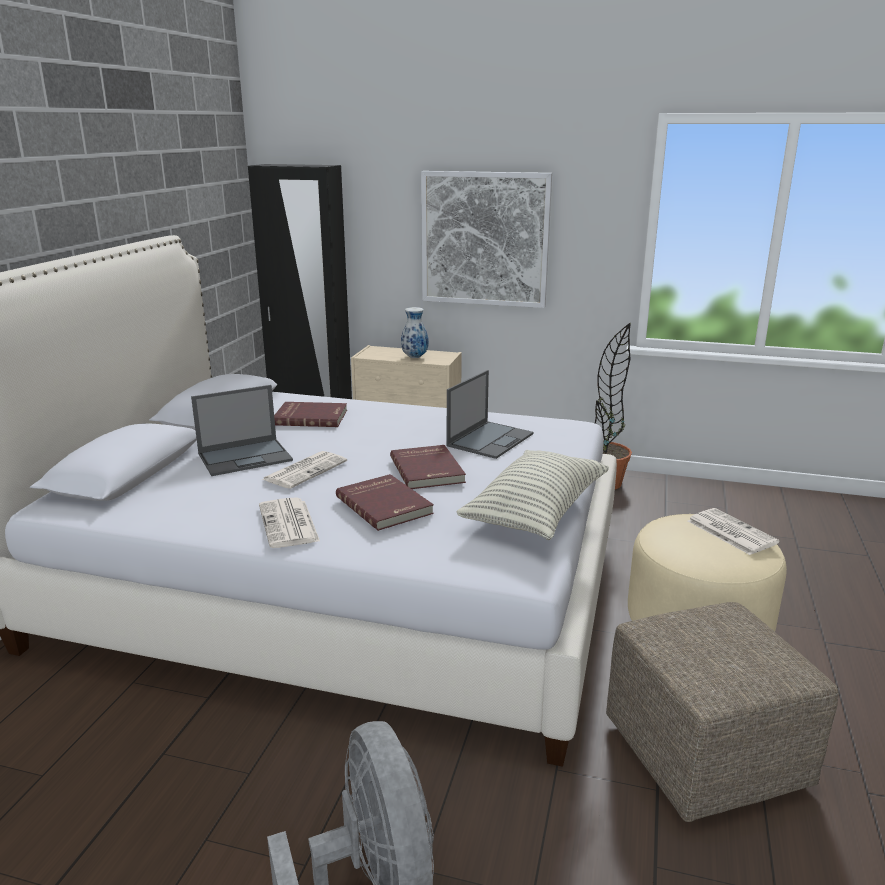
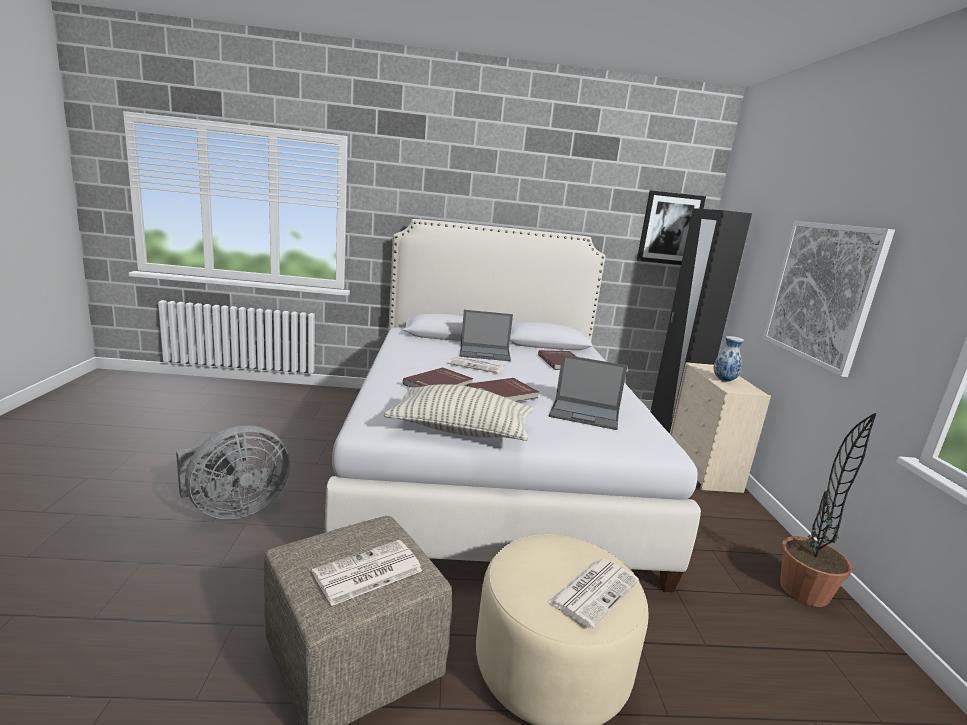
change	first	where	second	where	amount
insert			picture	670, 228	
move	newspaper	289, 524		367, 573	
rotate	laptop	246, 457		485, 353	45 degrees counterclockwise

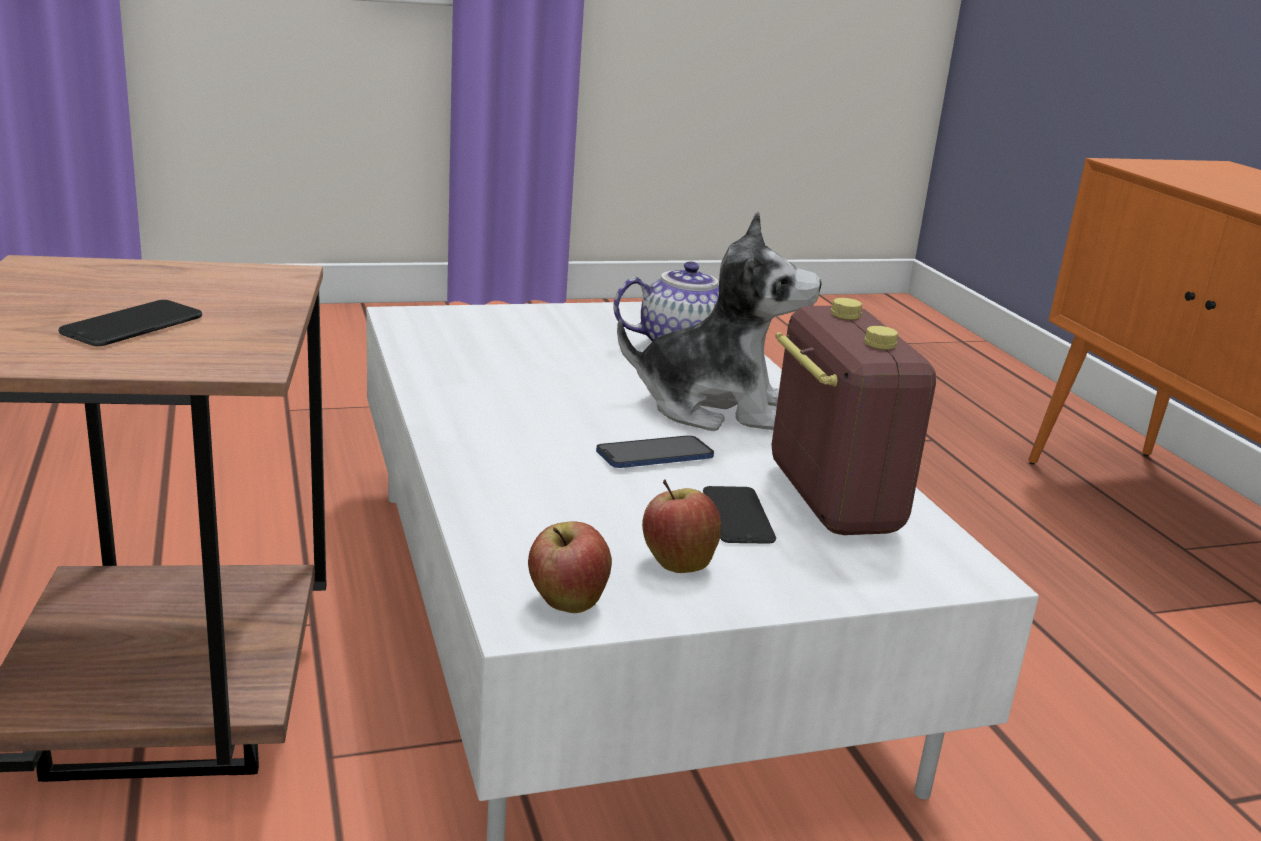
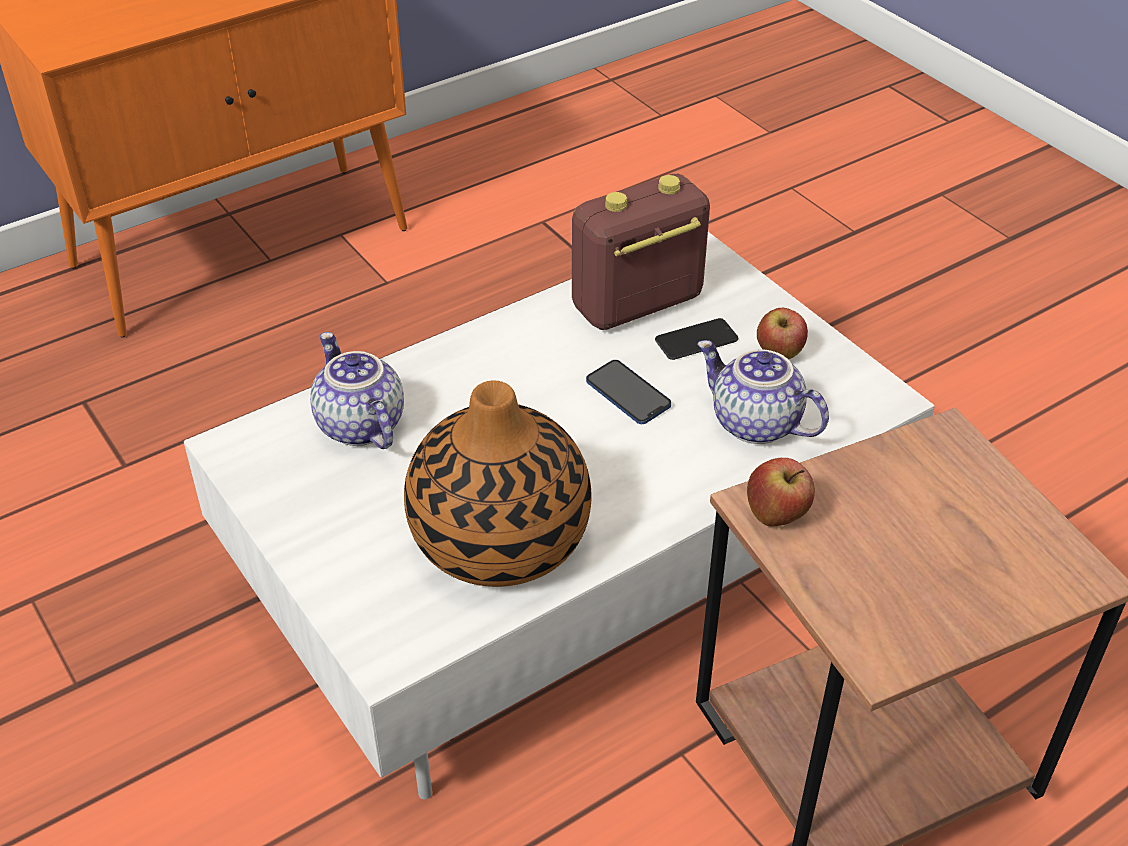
change	first	where	second	where	amount
delete	phone	133, 325			
delete	plush toy	713, 407			
insert			vase	500, 538	
insert			teapot	753, 424	
move	apple	567, 604		777, 516	

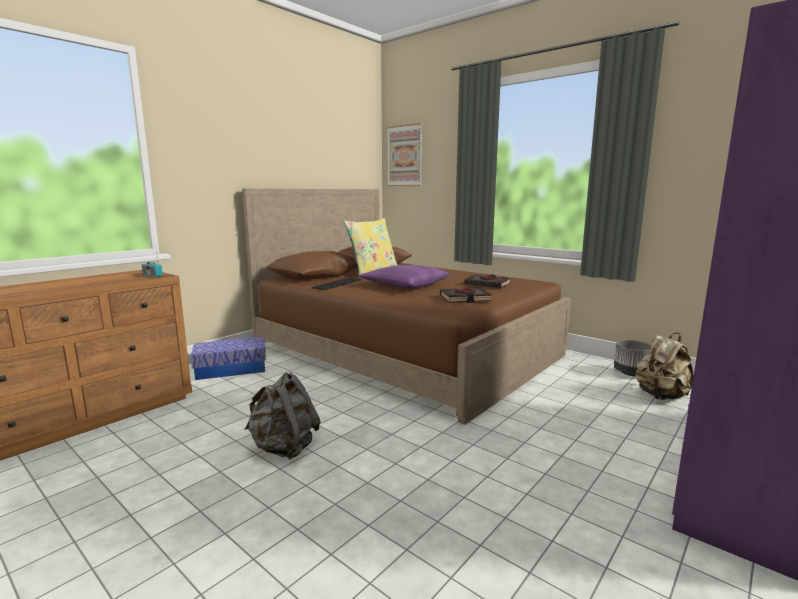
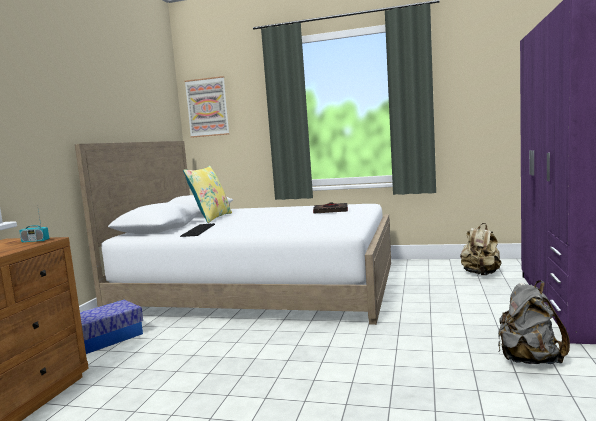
change	first	where	second	where	amount
delete	pillow (purple)	404, 285			
delete	book (black)	465, 299			
delete	planter (grey)	630, 373			
move	backpack (grey)	284, 448		529, 360	
recolor	bed (brown)	406, 350	bed (white)	261, 286	

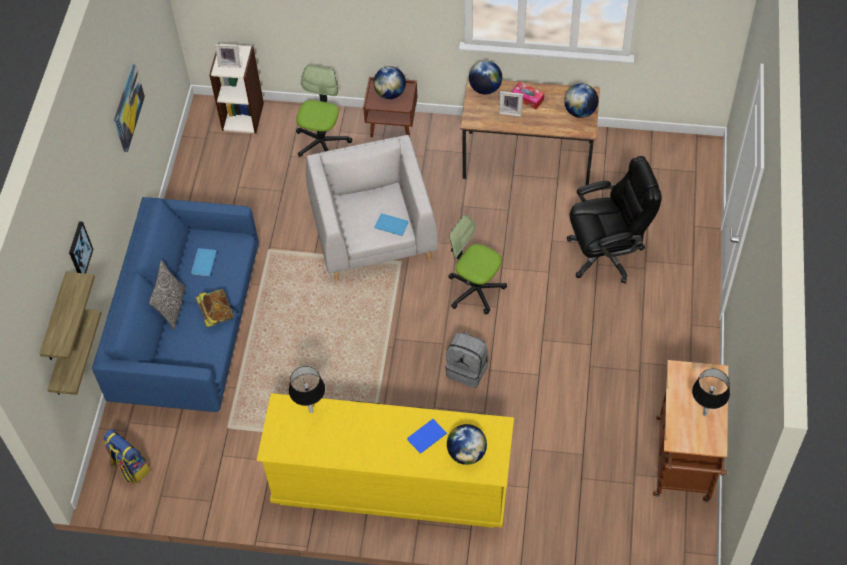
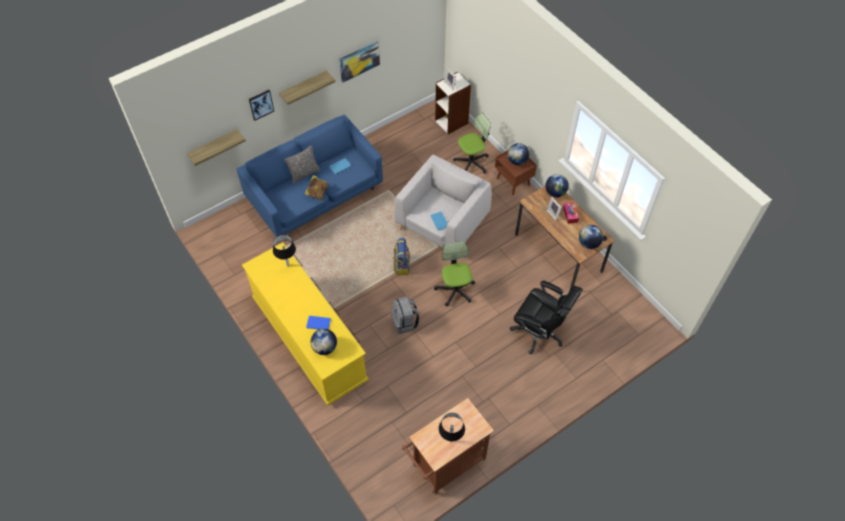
change	first	where	second	where	amount
move	shelf	56, 320		304, 88	
move	backpack	129, 467		401, 265	

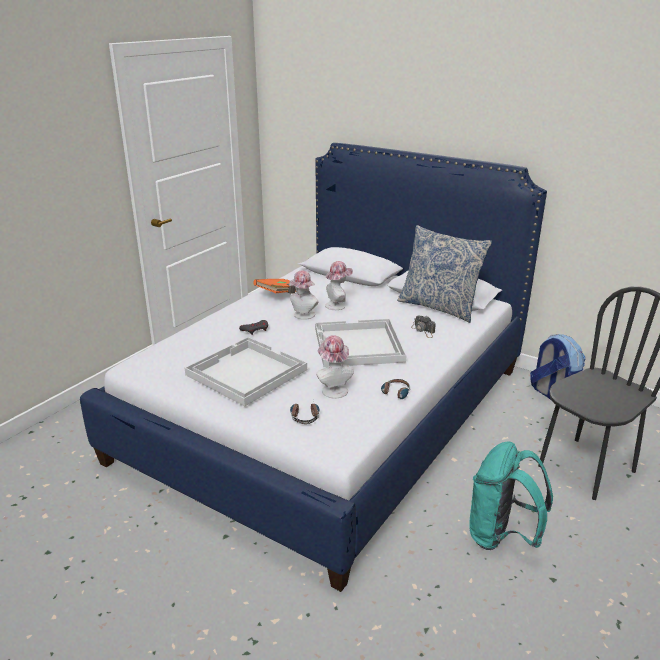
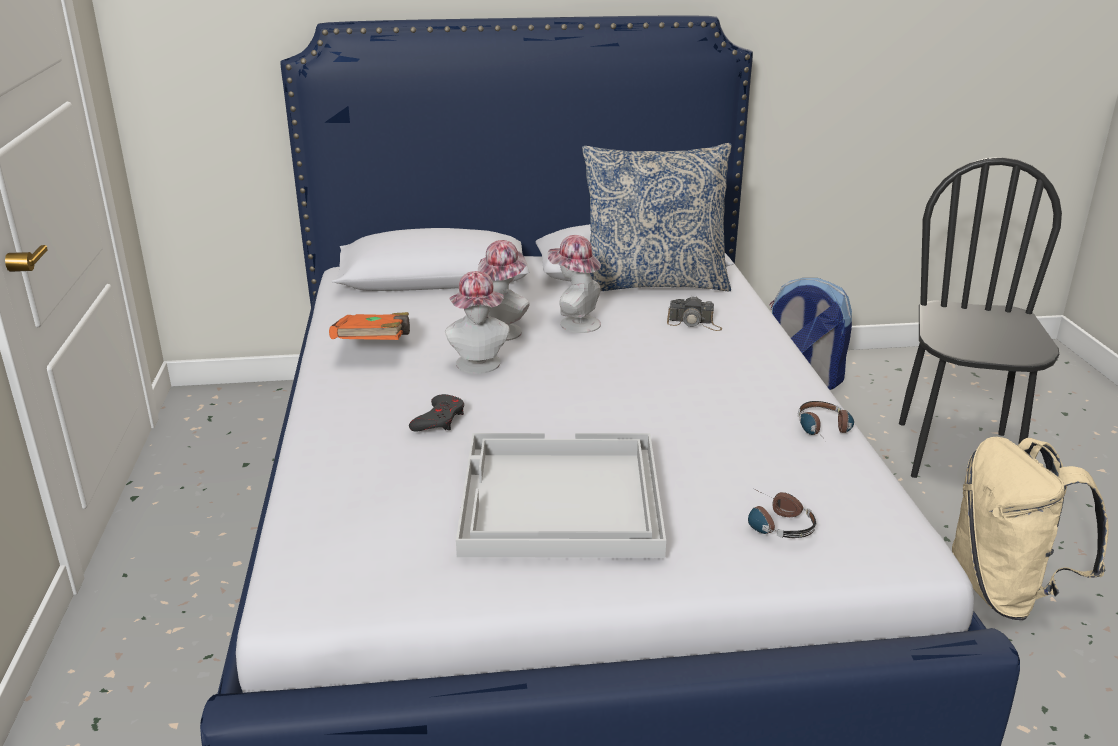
change	first	where	second	where	amount
delete	tray (white)	357, 345			
move	hat	333, 389		575, 323	
recolor	backpack (turquoise)	501, 536	backpack (beige)	1006, 592	

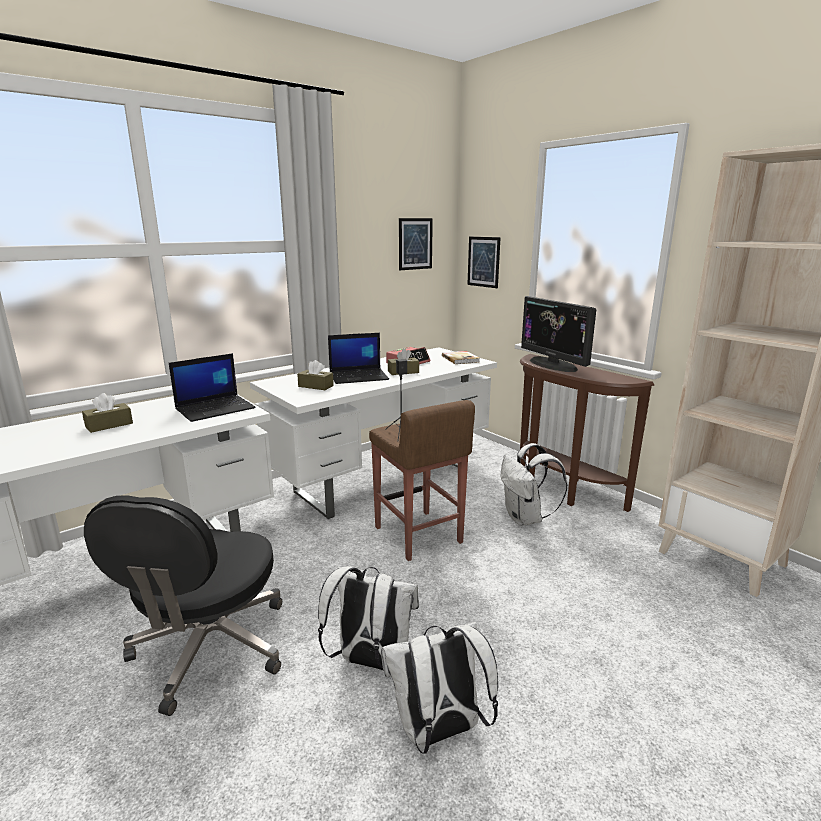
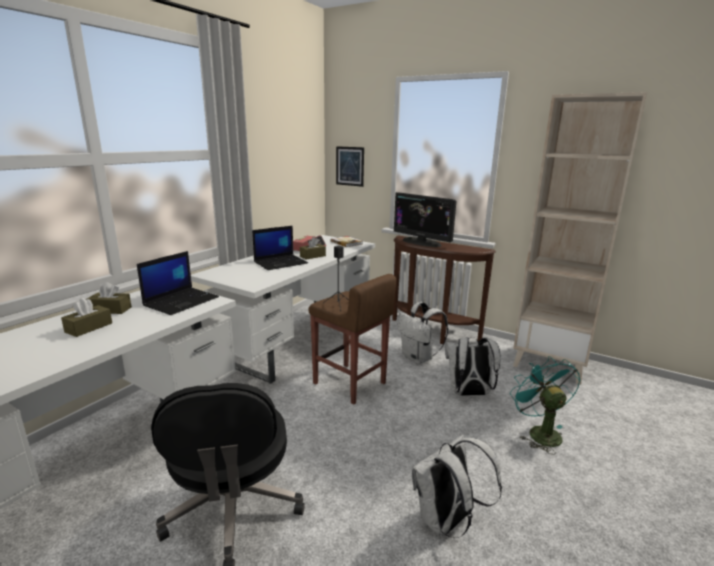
change	first	where	second	where	amount
delete	picture	415, 244			
insert			fan (turquoise)	539, 432	
move	tissue box (brown)	315, 386		110, 310	
move	backpack (white)	370, 661		468, 393	

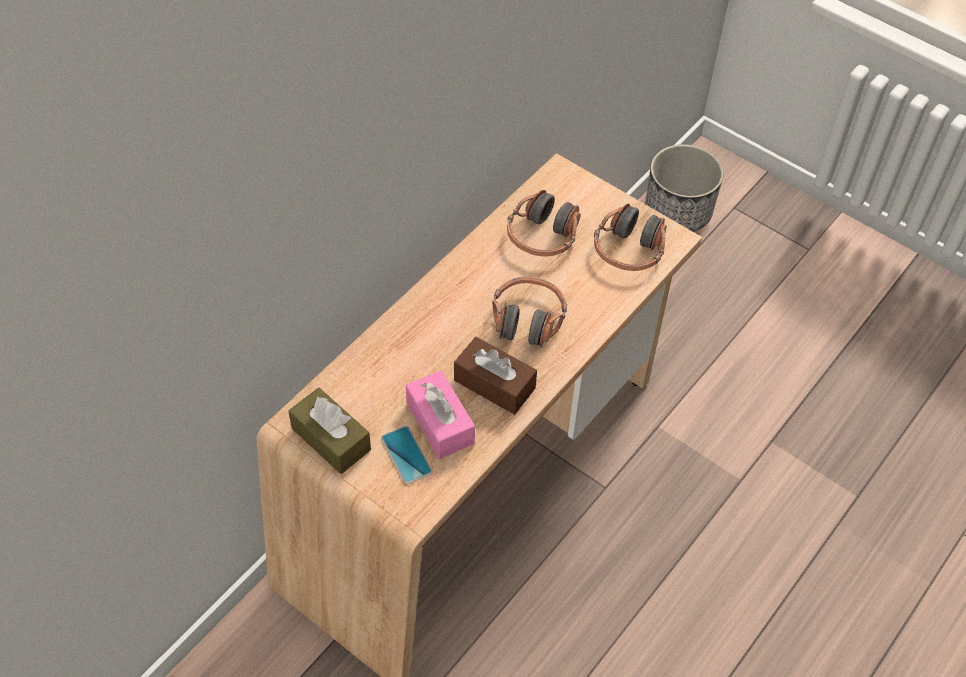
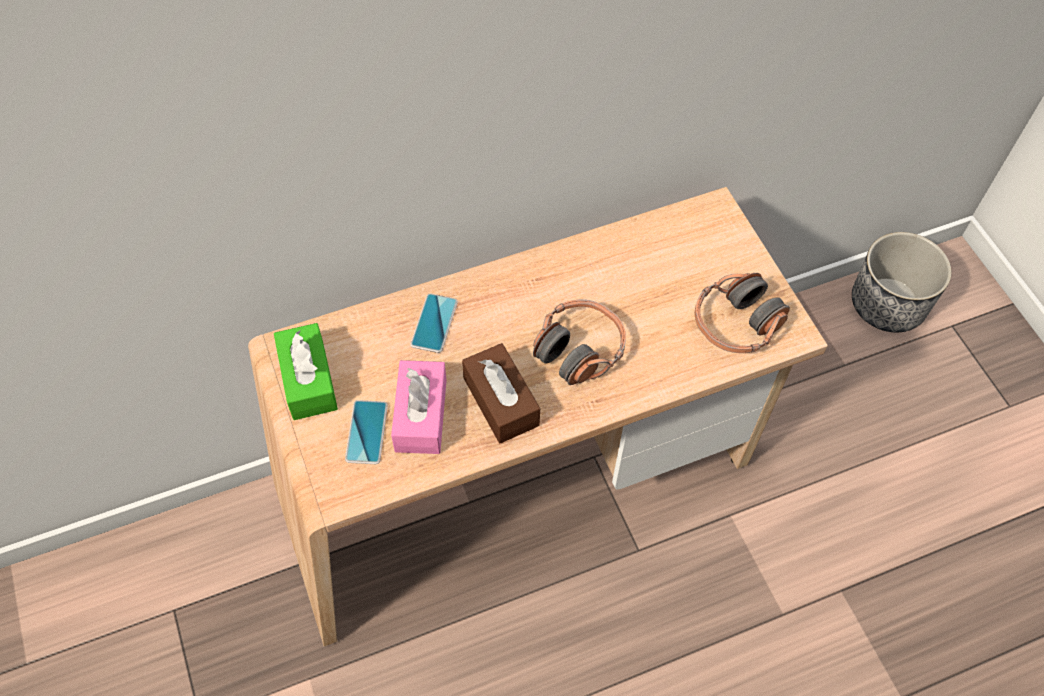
change	first	where	second	where	amount
delete	headphones	543, 236			
insert			phone	434, 323	
recolor	tissue box (brown)	331, 439	tissue box (green)	308, 380	

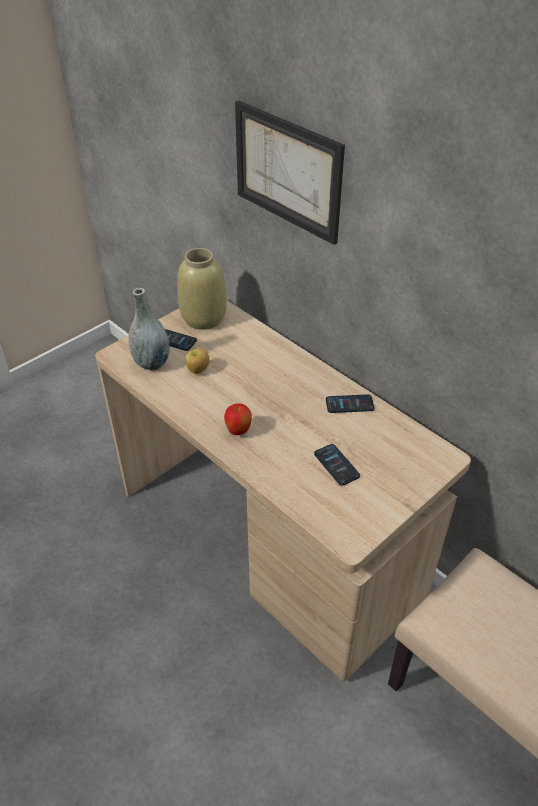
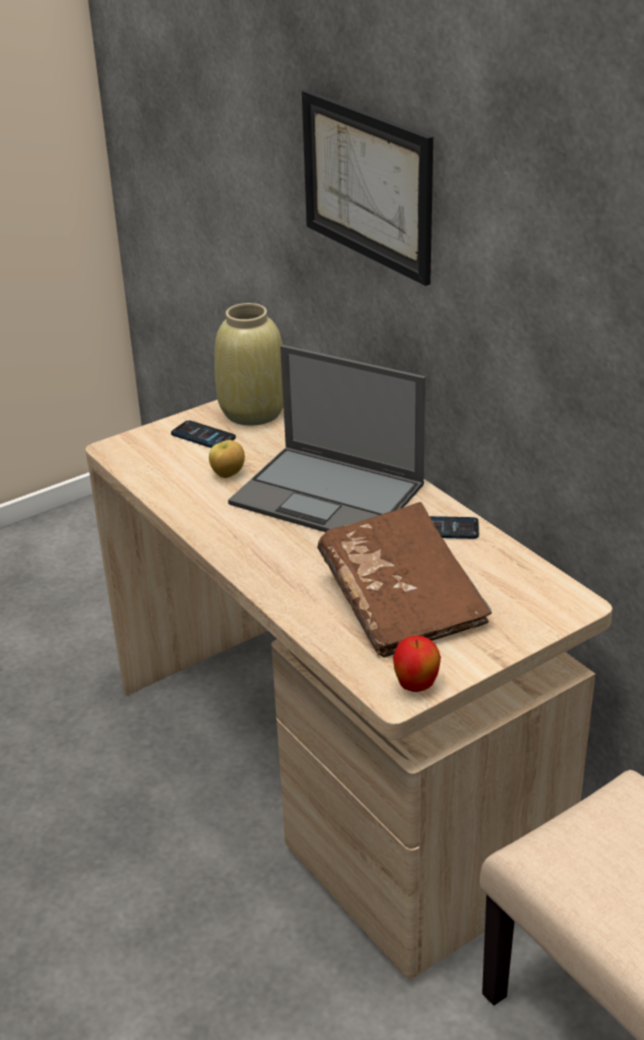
change	first	where	second	where	amount
delete	vase (grey)	152, 363			
insert			laptop	329, 495	
move	apple	238, 431		416, 687	
replace	phone	336, 465	book (brown)	402, 601	

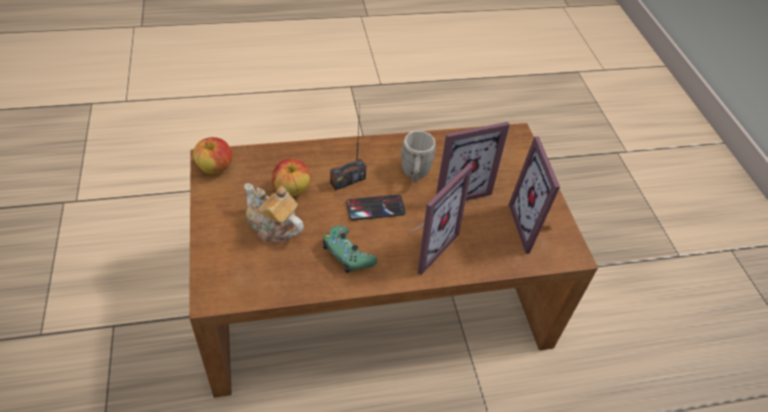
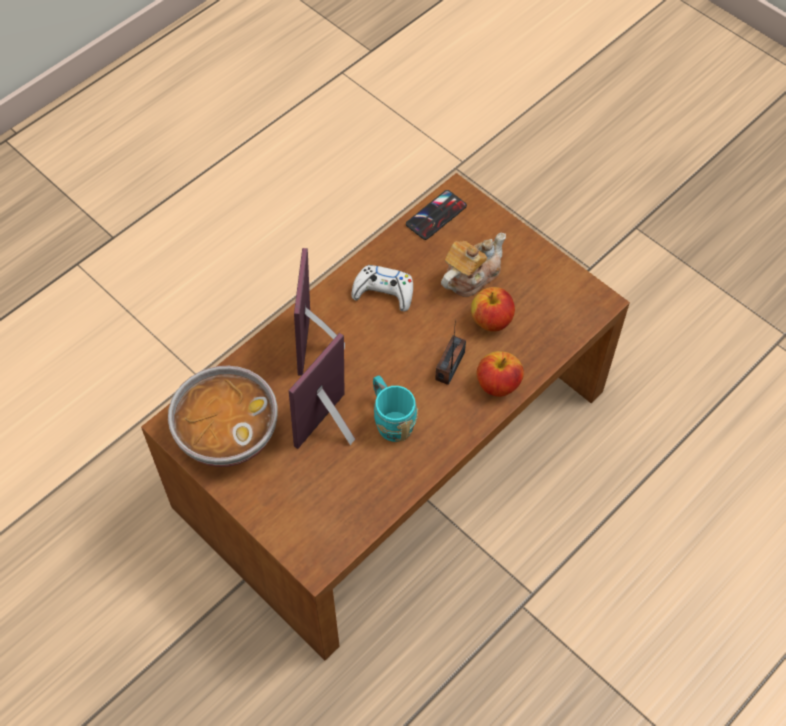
change	first	where	second	where	amount
move	apple	215, 168		498, 385	
move	phone	375, 208		436, 215	
replace	picture frame	534, 227	bowl	227, 433	
recolor	game controller (green)	348, 254	game controller (white)	384, 292	
recolor	mug (grey)	415, 174	mug (turquoise)	390, 419	
rotate	teapot	273, 226		471, 276	45 degrees counterclockwise

